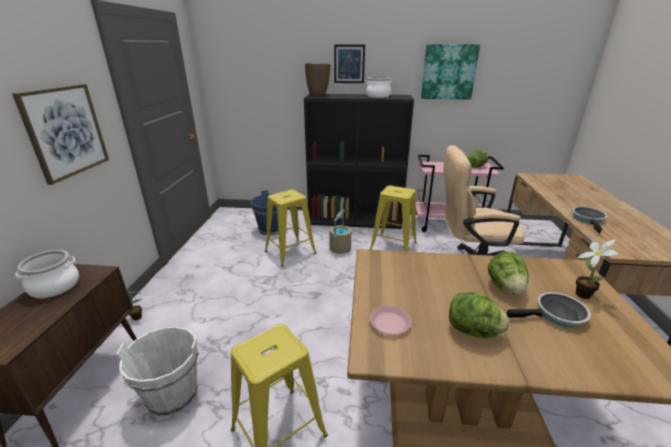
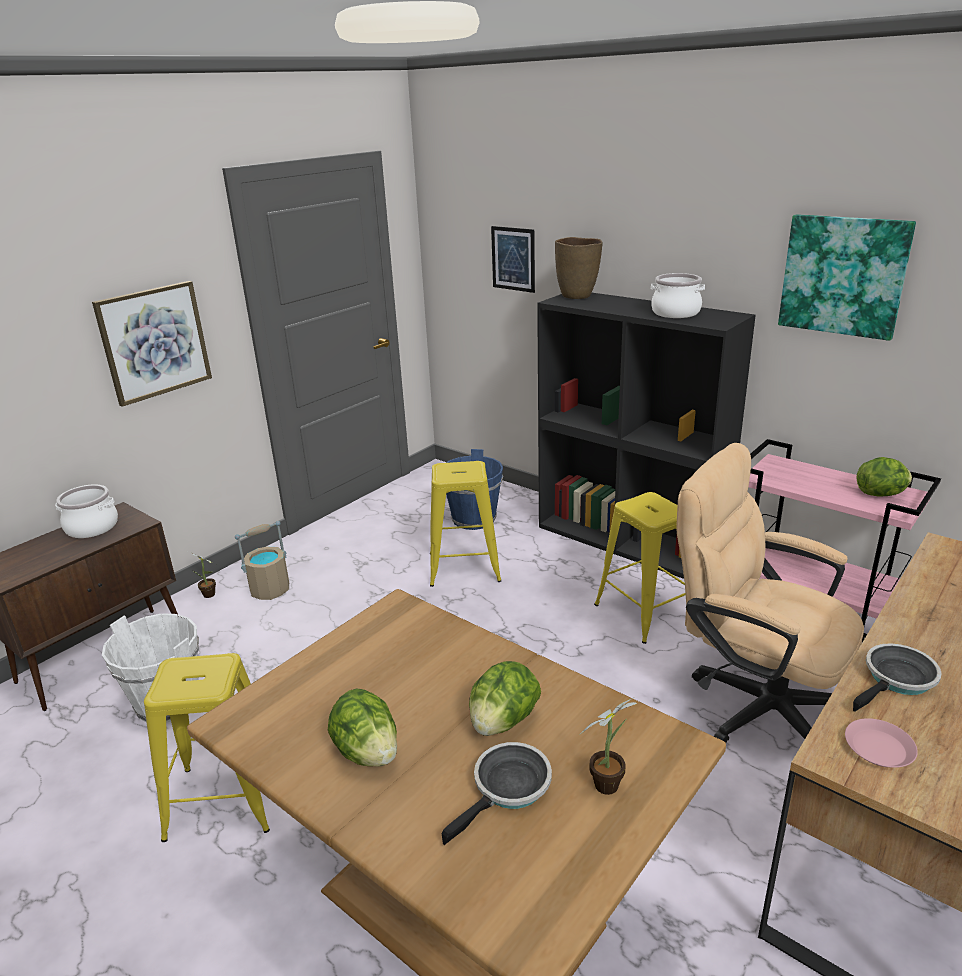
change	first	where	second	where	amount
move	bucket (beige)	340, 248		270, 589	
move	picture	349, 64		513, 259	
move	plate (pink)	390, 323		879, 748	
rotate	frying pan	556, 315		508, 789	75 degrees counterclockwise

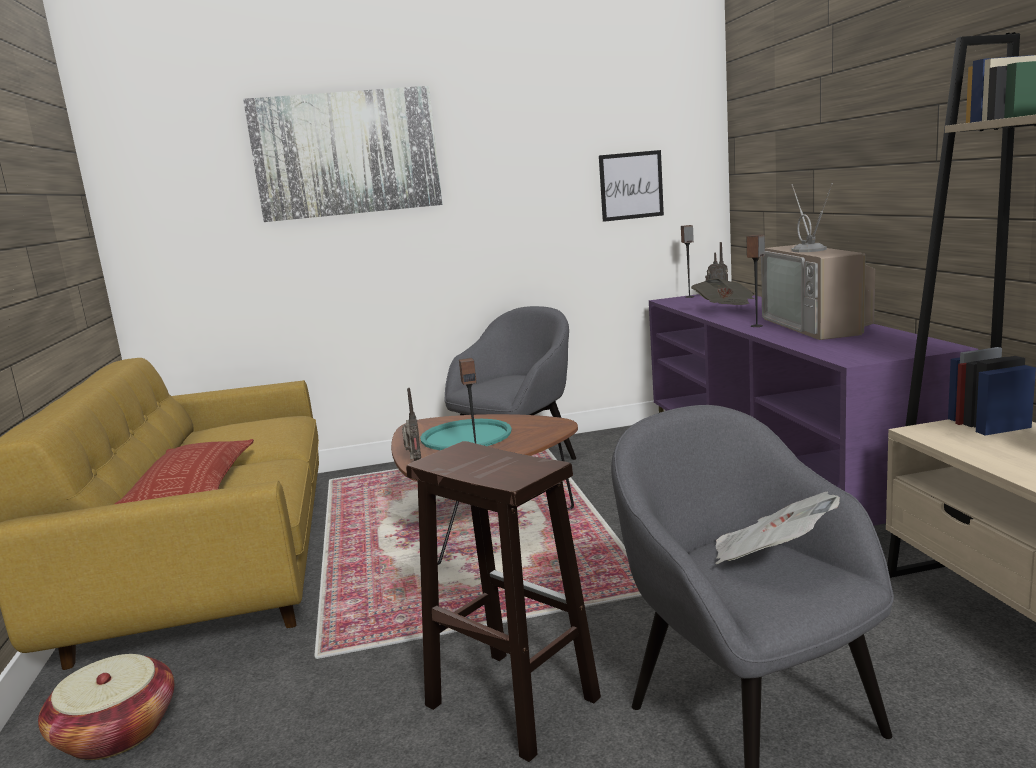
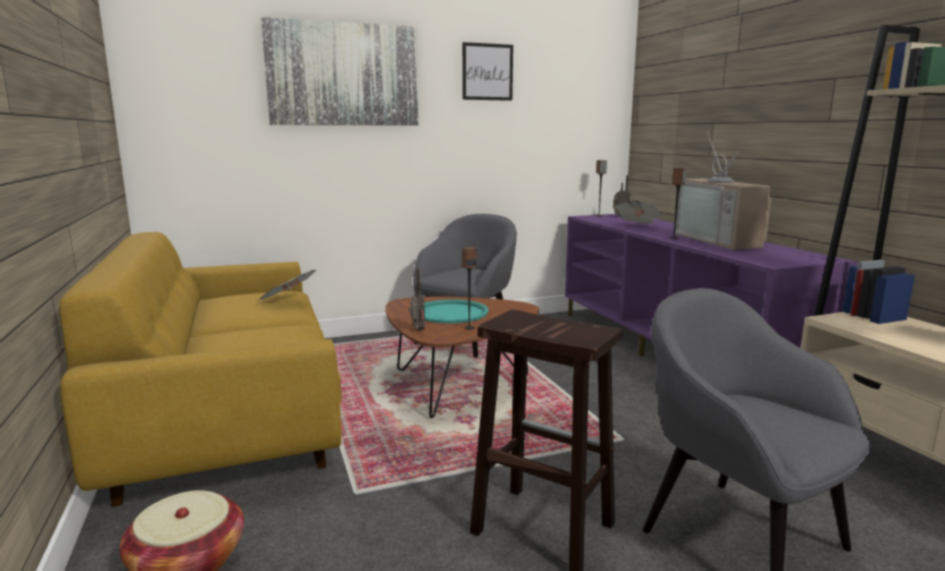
change	first	where	second	where	amount
delete	pillow	192, 485			
move	picture	631, 185		487, 72	
move	newspaper	770, 558		287, 301	

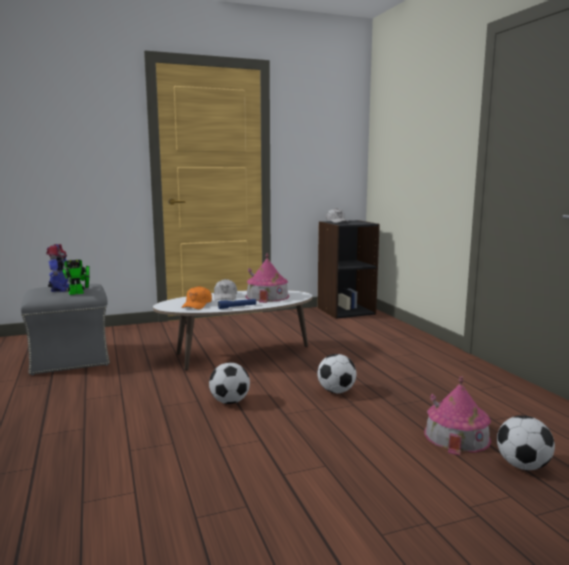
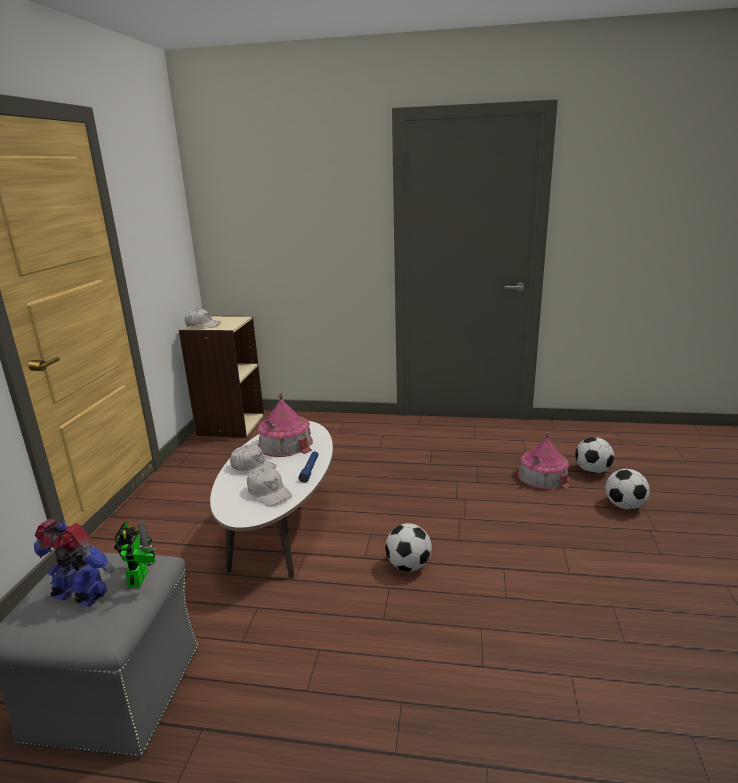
change	first	where	second	where	amount
move	football	336, 391		624, 506	
recolor	cap (orange)	197, 305	cap (white)	269, 493	
recolor	bookcase (black)	345, 311	bookcase (beige)	230, 425	

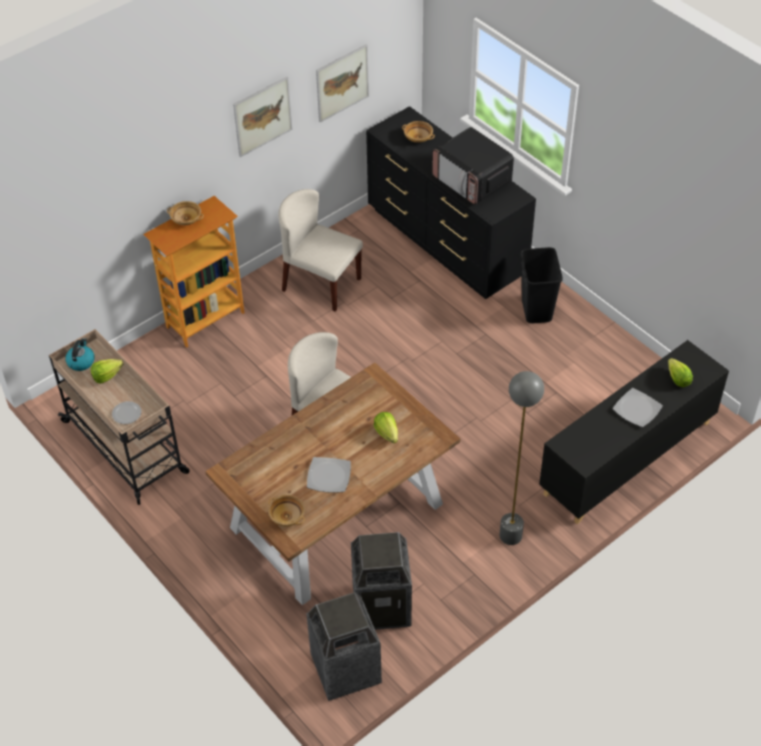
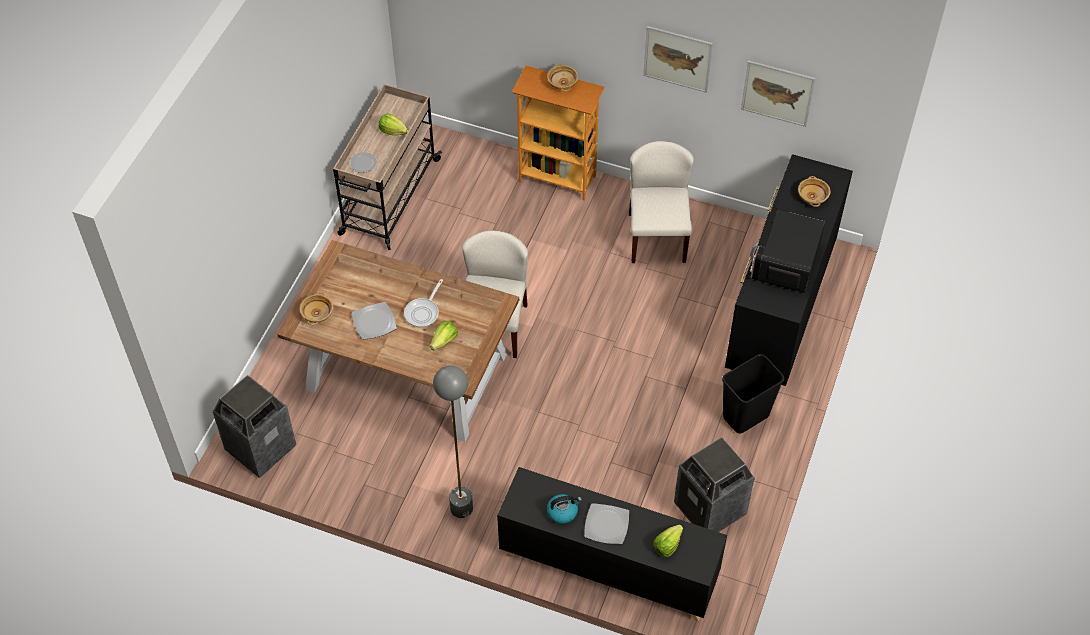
change	first	where	second	where	amount
insert			frying pan	423, 312	
move	kettle	81, 361		562, 512	
move	trash can	382, 606		710, 509	

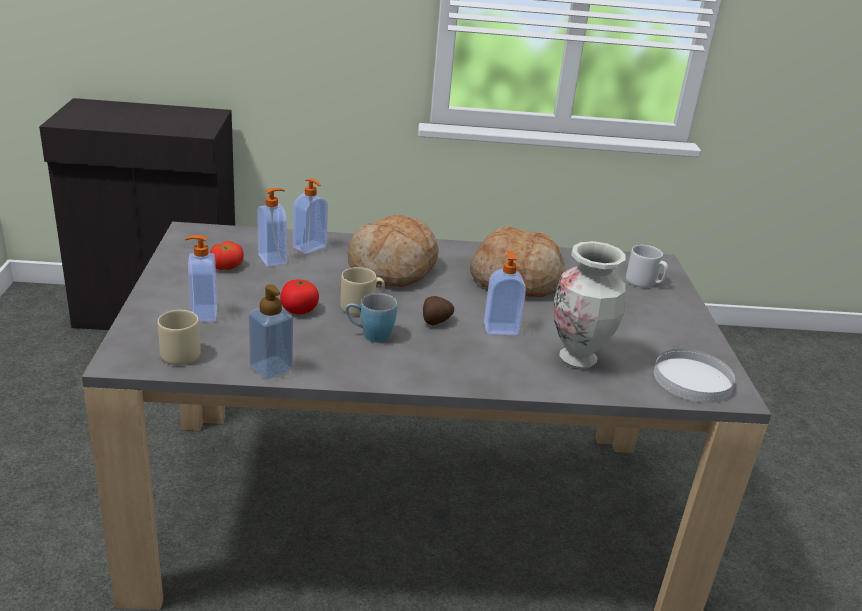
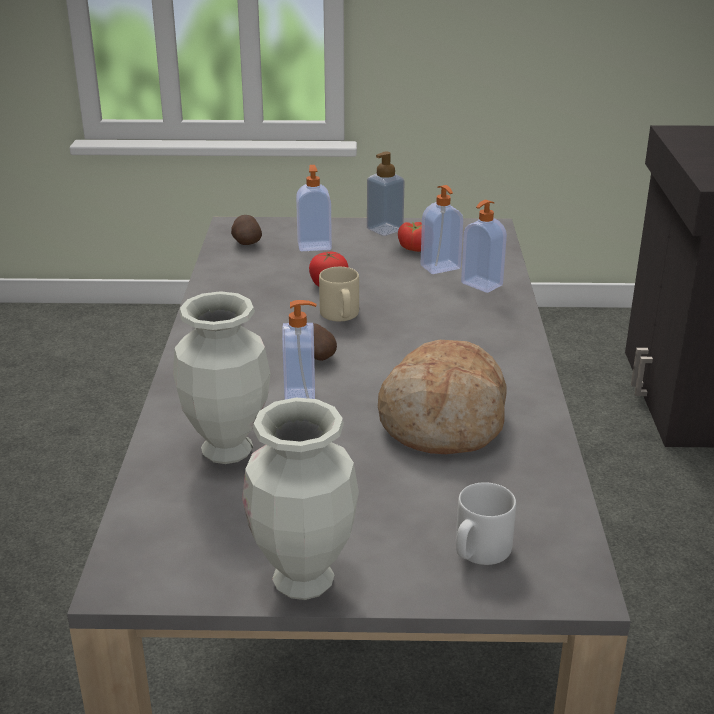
change	first	where	second	where	amount
delete	mug (blue)	369, 335			
delete	bread	393, 268			
delete	plate (white)	693, 380			
insert			vase	303, 581	
move	soap dispenser	271, 368		385, 229	
replace	mug (beige)	180, 352	potato	246, 243	

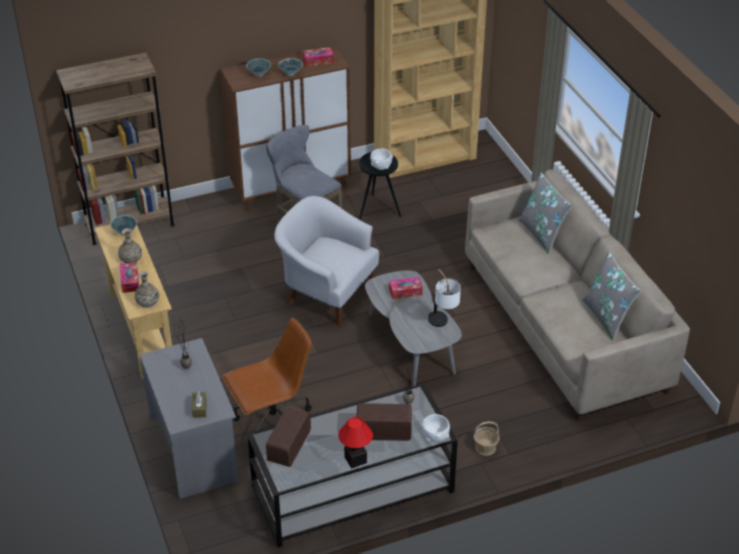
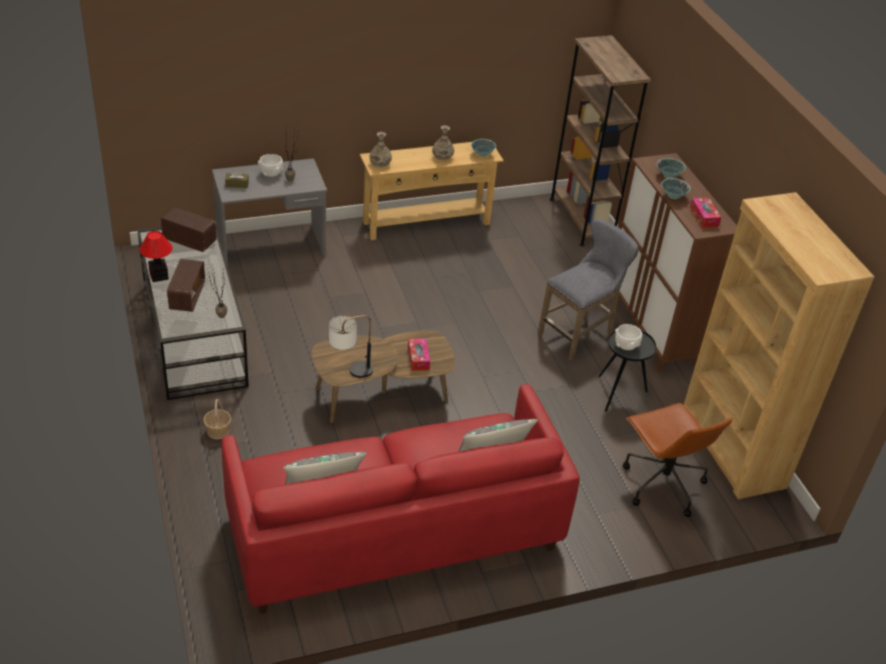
change	first	where	second	where	amount
delete	tissue box	130, 281			
delete	armchair (white)	326, 293			
move	office chair (brown)	272, 424		662, 483	
move	bowl (white)	435, 437		271, 174	
recolor	coffee table (grey)	411, 344	coffee table (brown)	382, 394	
recolor	sofa (beige)	564, 326	sofa (red)	394, 531	

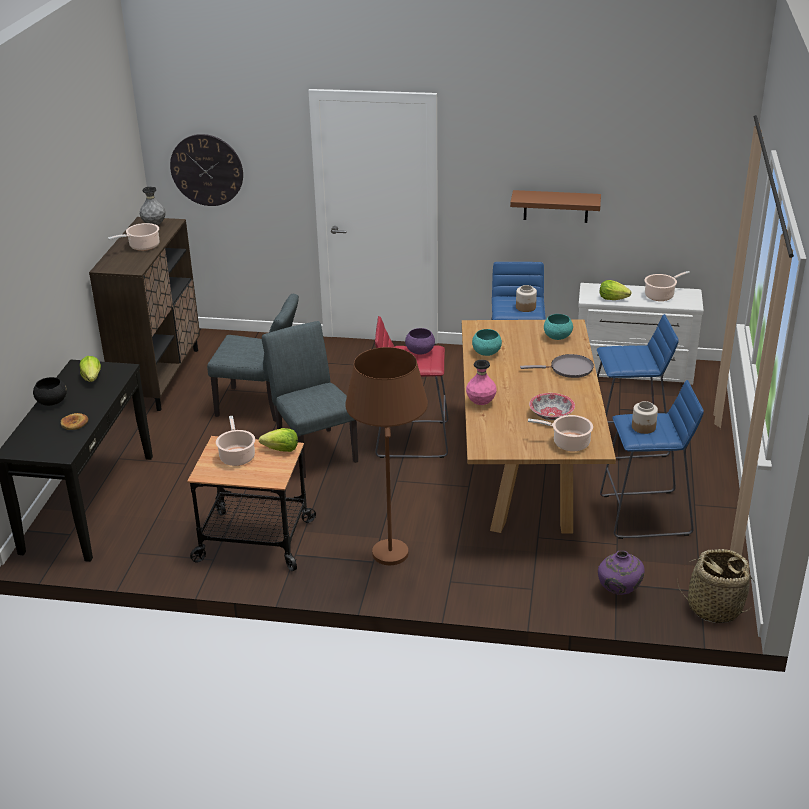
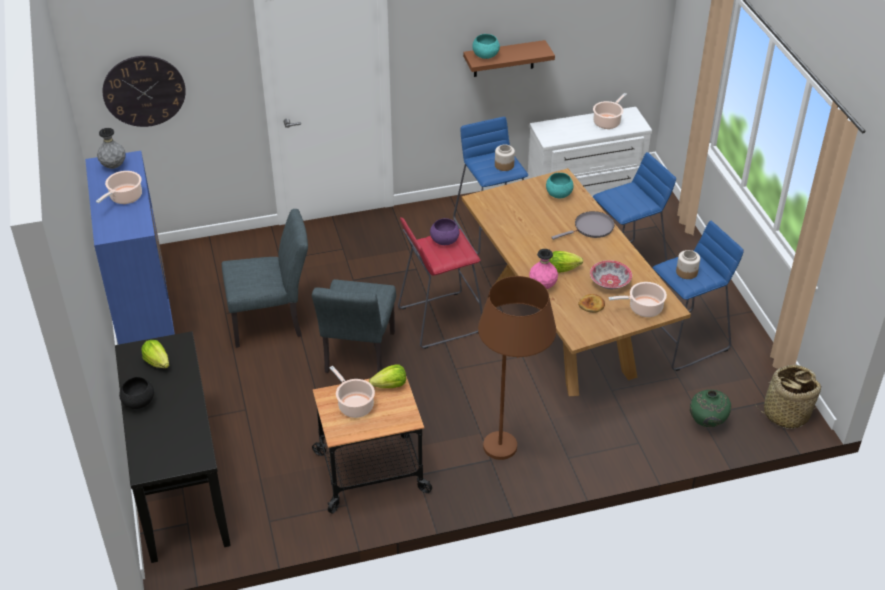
change	first	where	second	where	amount
move	bread	74, 423		592, 305	
move	bowl (turquoise)	486, 353		485, 56	
move	lettuce	612, 299		562, 268	
recolor	cabinet (brown)	159, 377	cabinet (blue)	145, 317	
recolor	vase (purple)	618, 592	vase (green)	706, 423	
rotate	chair (grey)	314, 449		358, 357	120 degrees counterclockwise

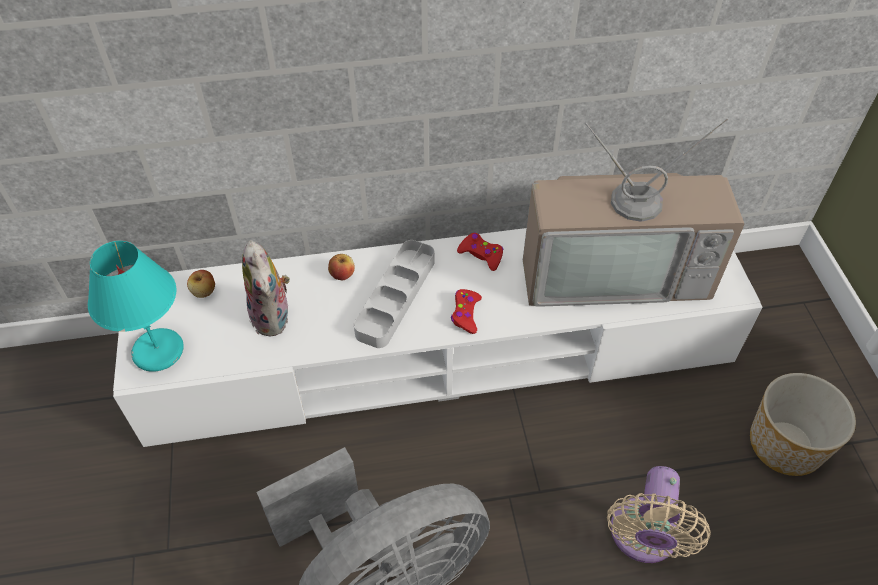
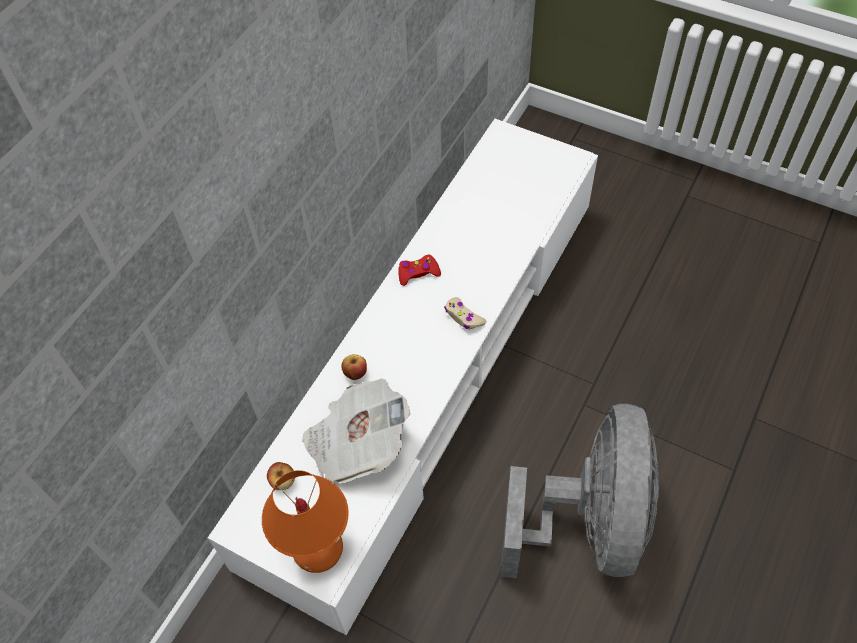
change	first	where	second	where	amount
delete	tray (grey)	396, 297			
delete	television	614, 269			
delete	fan (beige)	643, 538			
delete	planter	786, 444			
replace	plush toy	274, 317	newspaper	356, 444	
recolor	table lamp (turquoise)	157, 351	table lamp (orange)	316, 549	
recolor	game controller (red)	465, 314	game controller (beige)	463, 317	

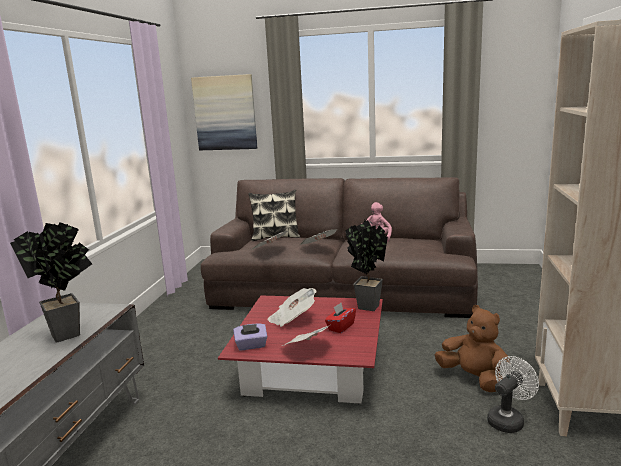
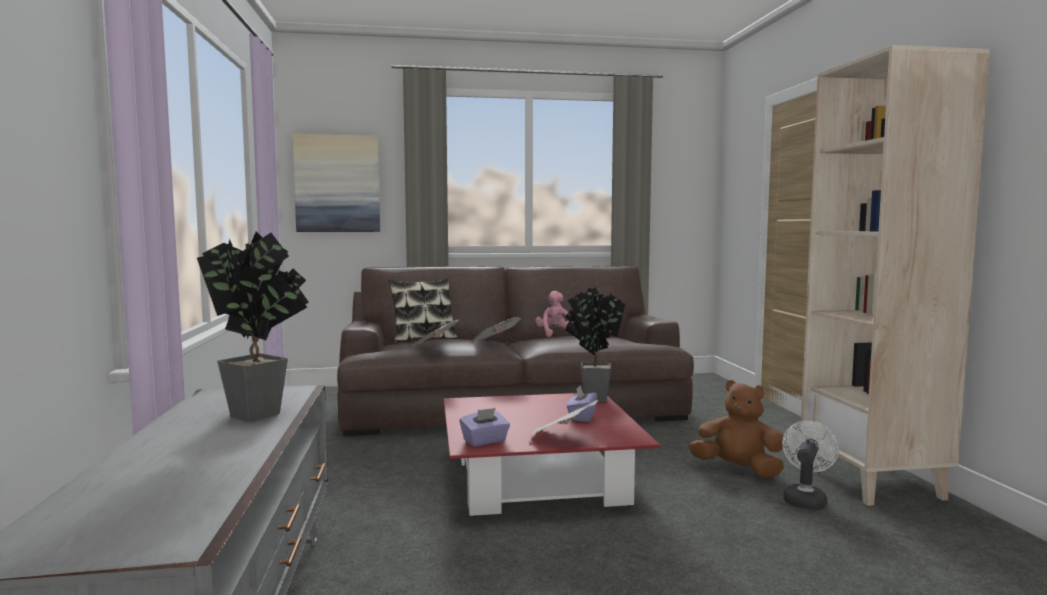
change	first	where	second	where	amount
delete	newspaper	292, 319			
recolor	tissue box (red)	340, 327	tissue box (purple)	581, 417	

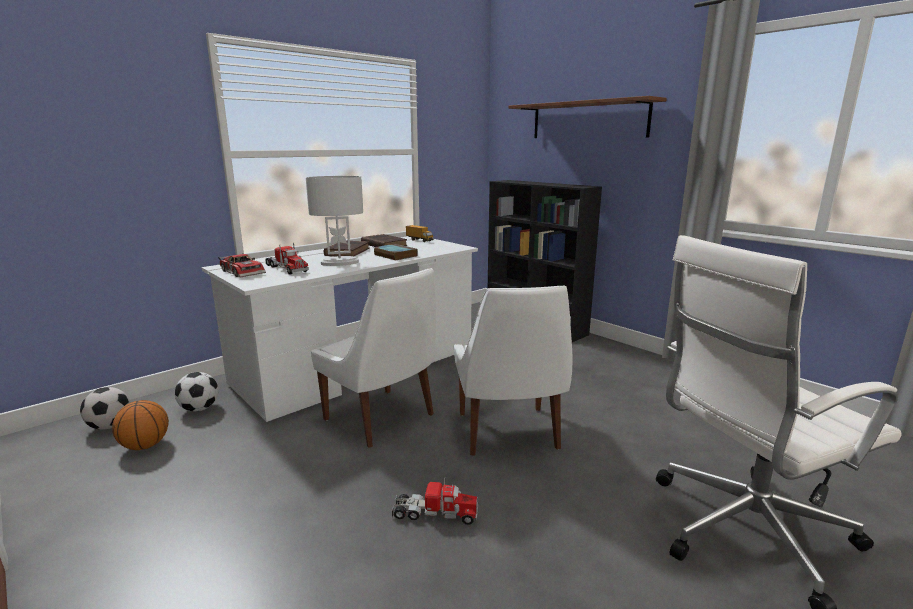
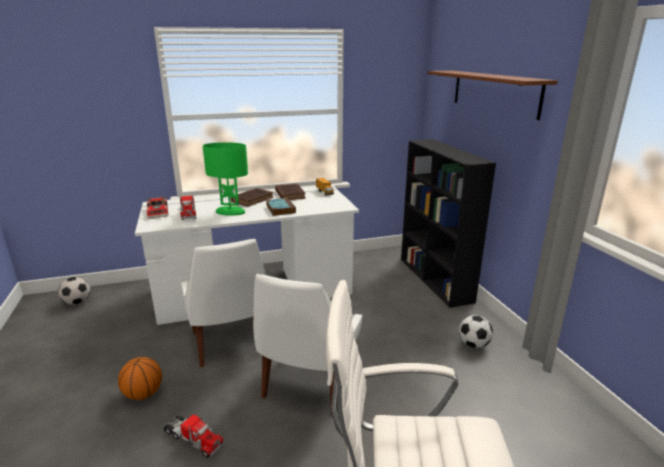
change	first	where	second	where	amount
move	basketball	145, 445		143, 394	
move	football	199, 408		473, 344	
recolor	table lamp (white)	340, 263	table lamp (green)	230, 212	

